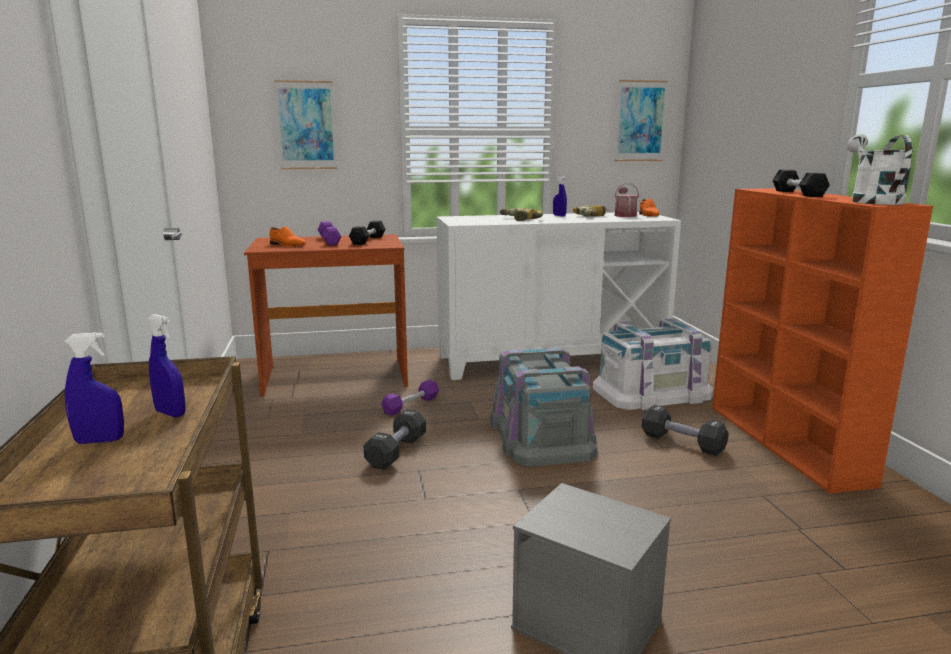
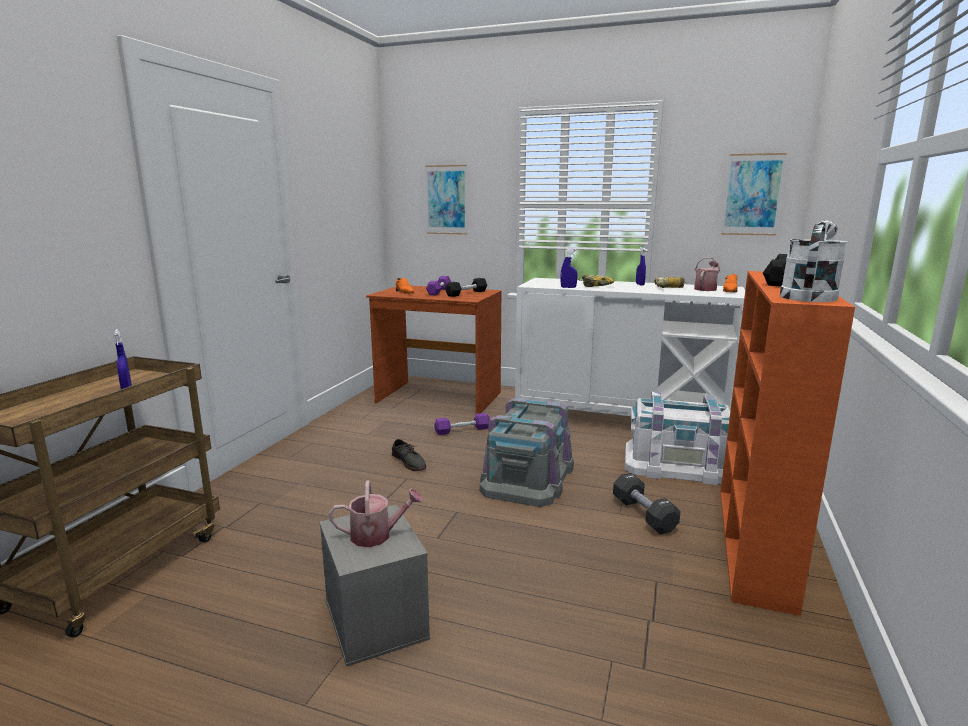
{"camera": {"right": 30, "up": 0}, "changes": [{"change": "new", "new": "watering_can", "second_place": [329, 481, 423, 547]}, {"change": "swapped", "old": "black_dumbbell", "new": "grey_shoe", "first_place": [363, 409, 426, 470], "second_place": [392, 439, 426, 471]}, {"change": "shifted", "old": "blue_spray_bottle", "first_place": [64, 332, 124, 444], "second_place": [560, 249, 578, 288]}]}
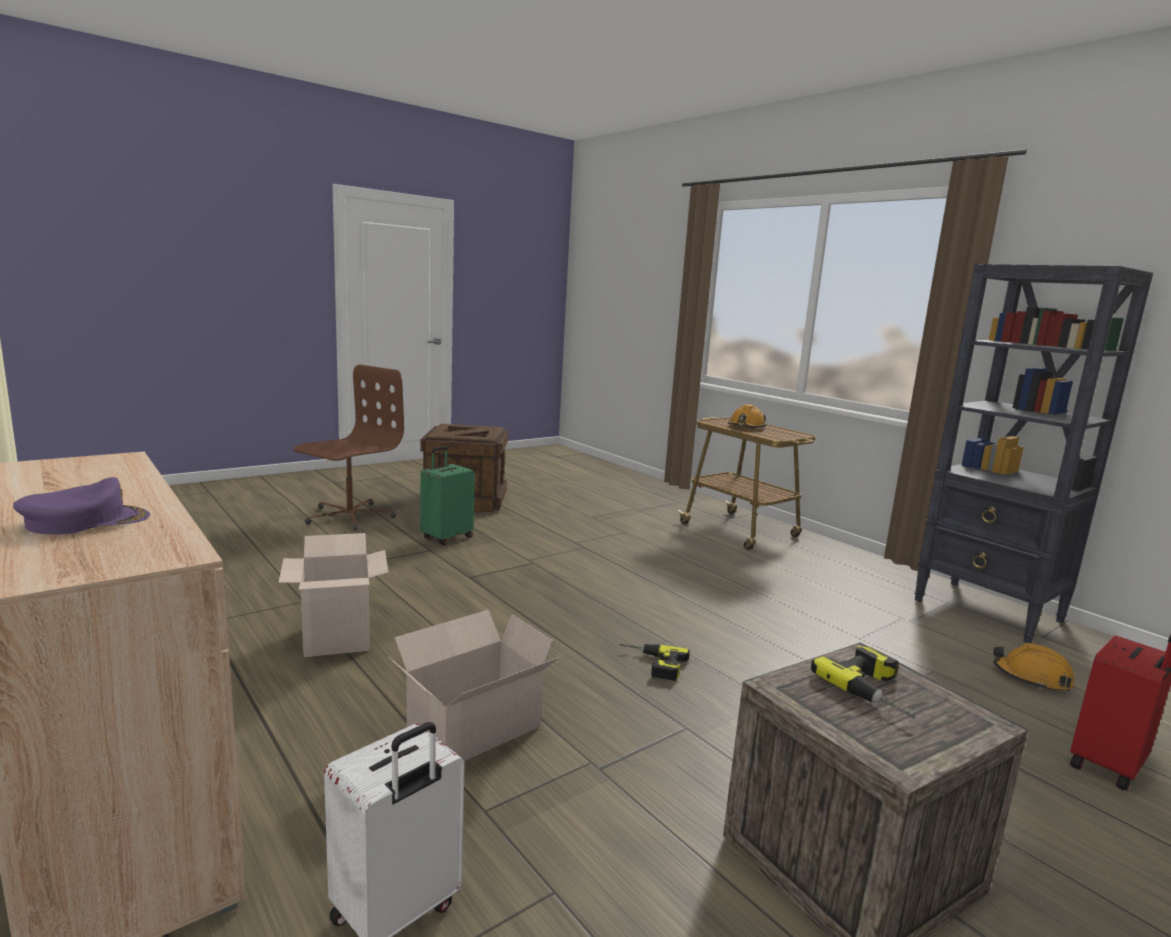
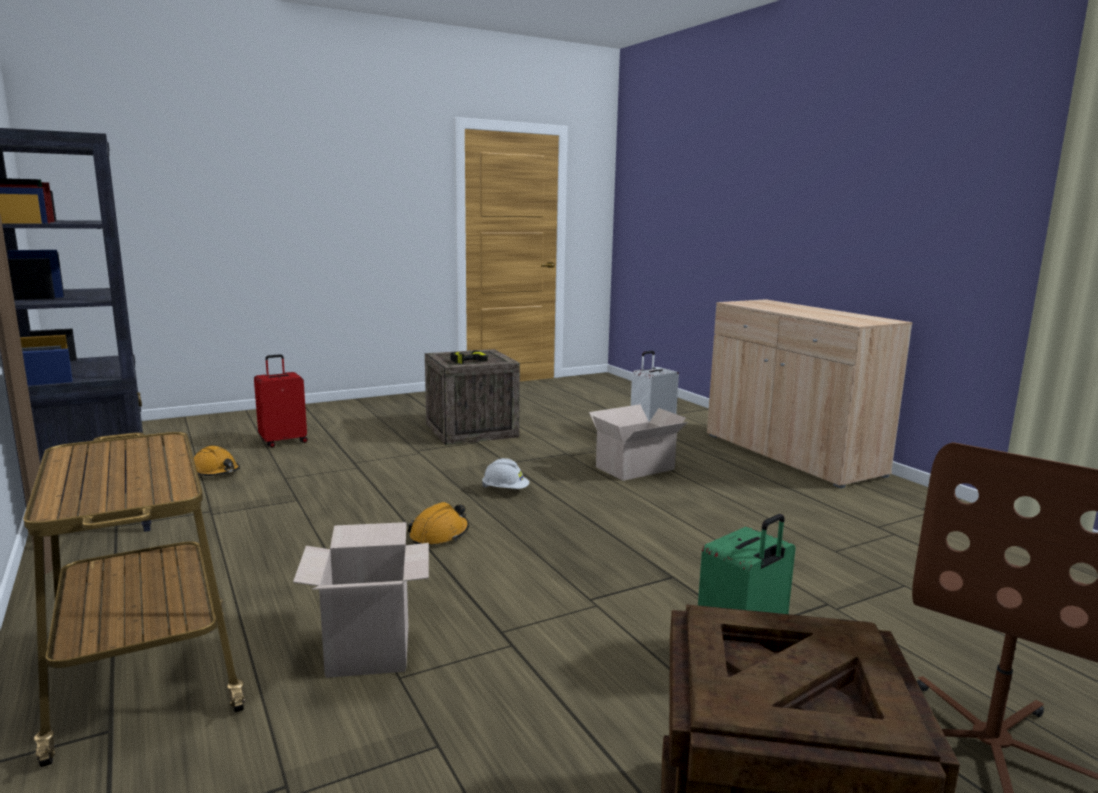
{"camera": {"right": -170, "up": 0}, "changes": [{"change": "shifted", "old": "cardboard_box", "first_place": [278, 533, 389, 657], "second_place": [293, 522, 429, 678]}, {"change": "shifted", "old": "orange_hard_hat", "first_place": [728, 404, 766, 428], "second_place": [408, 502, 469, 545]}, {"change": "swapped", "old": "power_drill", "new": "white_hard_hat", "first_place": [620, 644, 690, 681], "second_place": [482, 458, 529, 489]}, {"change": "gone", "old": "purple_cap", "first_place": [13, 477, 150, 535]}]}
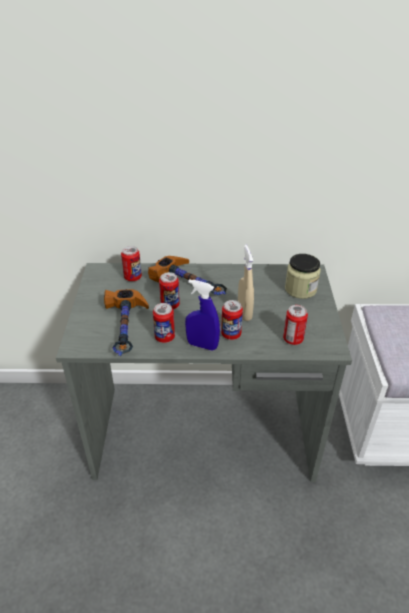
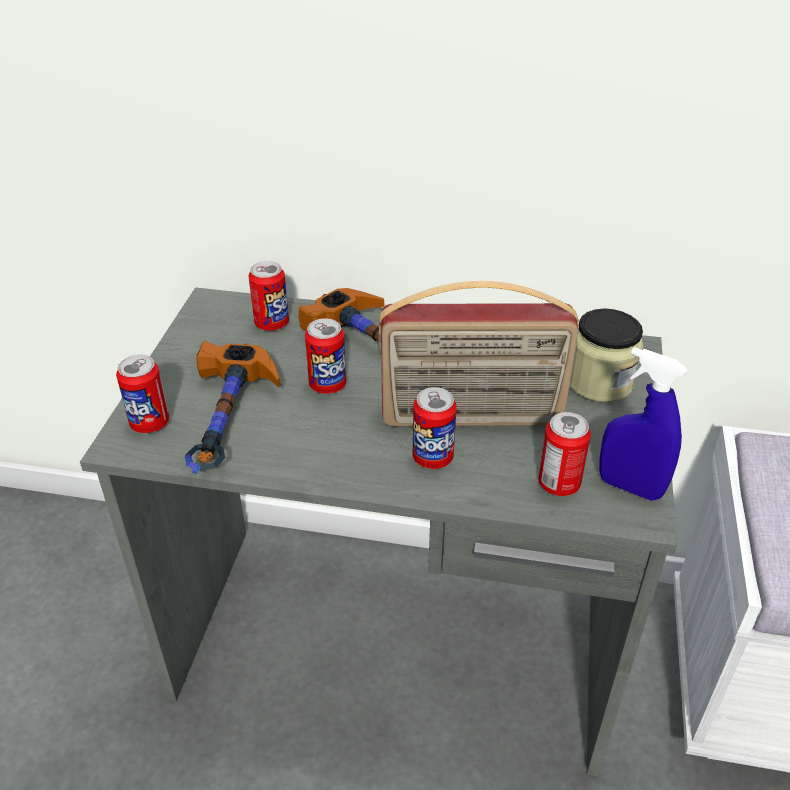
{"camera": {"right": 10, "up": 0}, "changes": [{"change": "shifted", "old": "can", "first_place": [153, 303, 175, 343], "second_place": [116, 354, 169, 433]}, {"change": "swapped", "old": "beige_spray_bottle", "new": "radio", "first_place": [238, 245, 254, 321], "second_place": [378, 281, 579, 426]}, {"change": "shifted", "old": "blue_spray_bottle", "first_place": [185, 279, 220, 351], "second_place": [599, 347, 687, 501]}]}
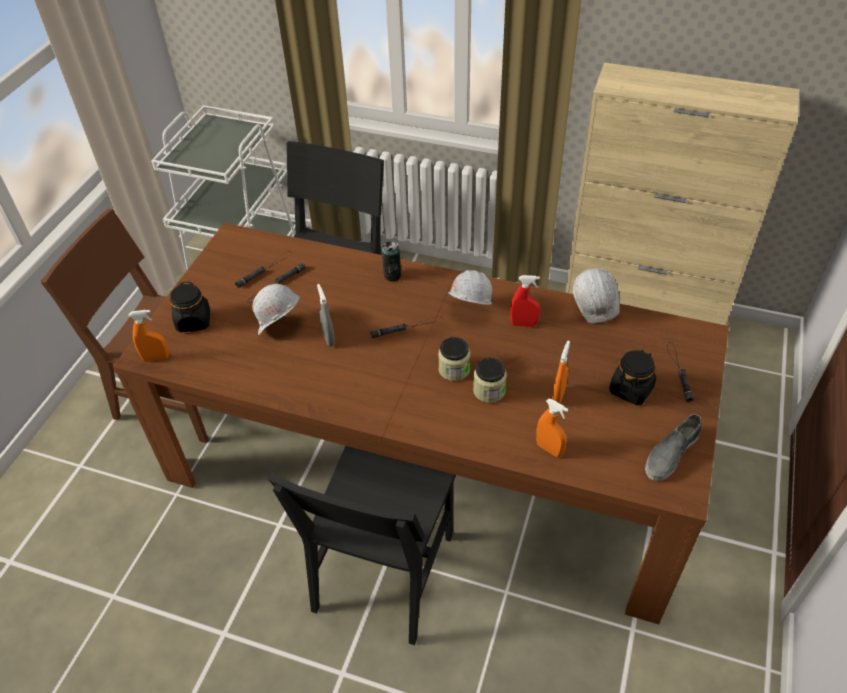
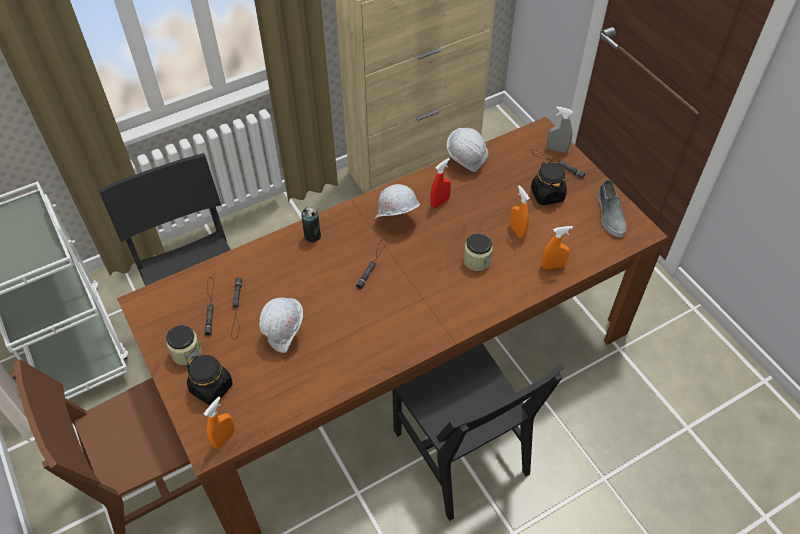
{"camera": {"right": -50, "up": 5}, "changes": [{"change": "shifted", "old": "jar", "first_place": [438, 337, 470, 381], "second_place": [166, 325, 202, 365]}, {"change": "shifted", "old": "grey_spray_bottle", "first_place": [317, 284, 336, 346], "second_place": [547, 107, 573, 153]}]}
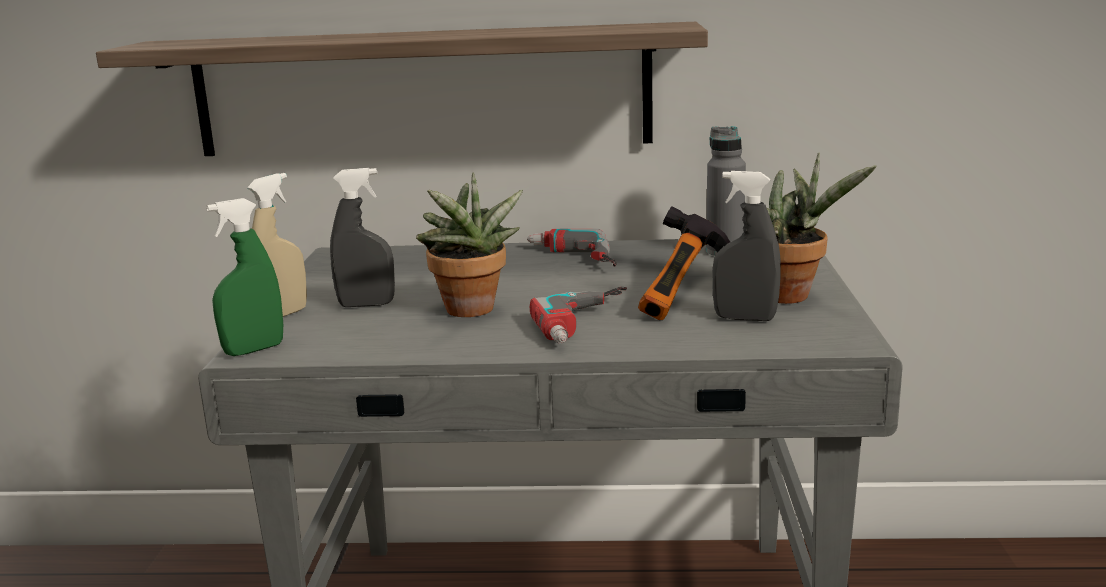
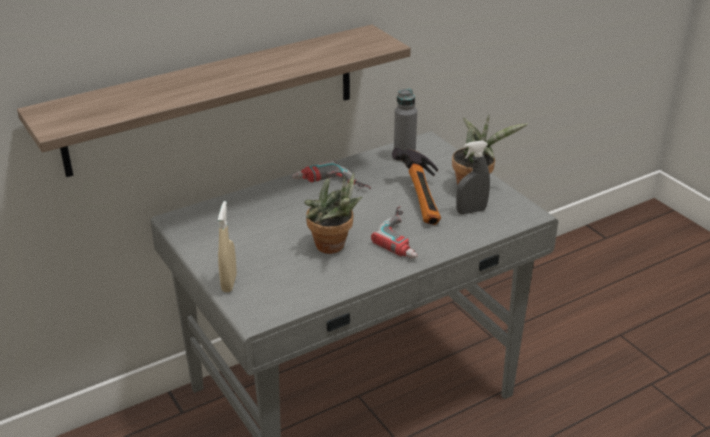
{"camera": {"right": -35, "up": 15}, "changes": [{"change": "gone", "old": "green_spray_bottle", "first_place": [206, 198, 283, 356]}, {"change": "gone", "old": "grey_spray_bottle", "first_place": [330, 168, 395, 307]}]}
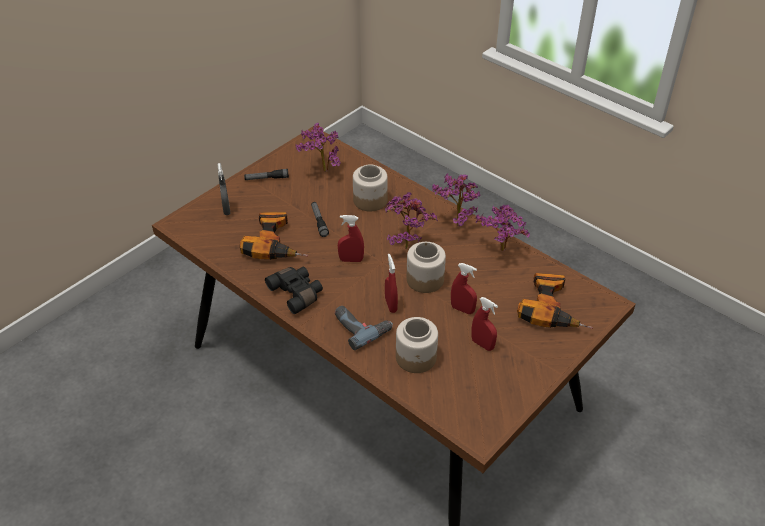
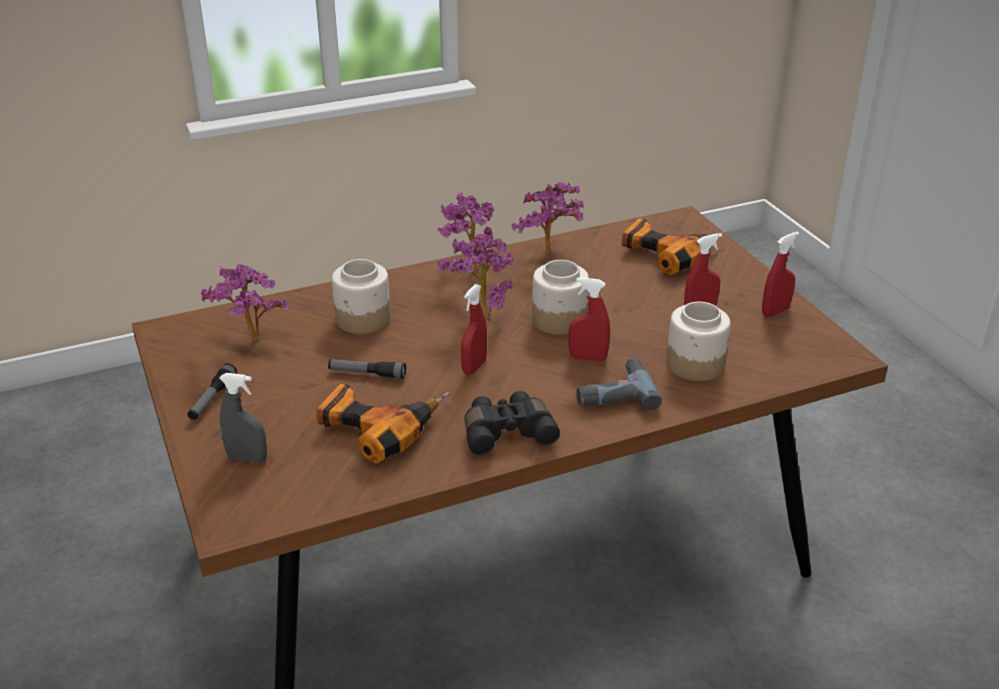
{"camera": {"right": -65, "up": -10}, "changes": [{"change": "shifted", "old": "red_spray_bottle", "first_place": [451, 263, 477, 314], "second_place": [762, 231, 799, 317]}]}
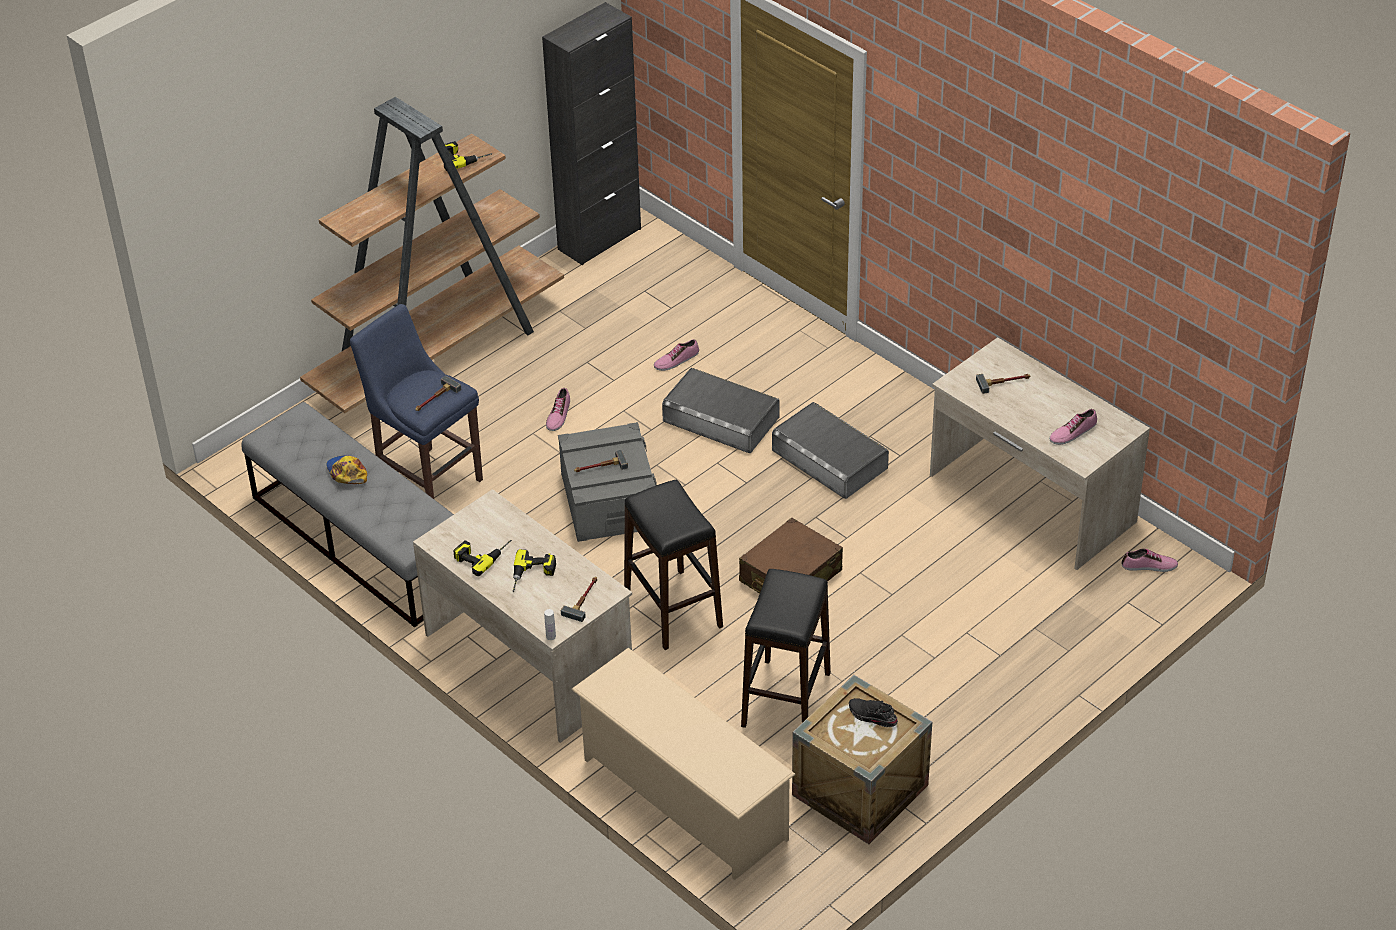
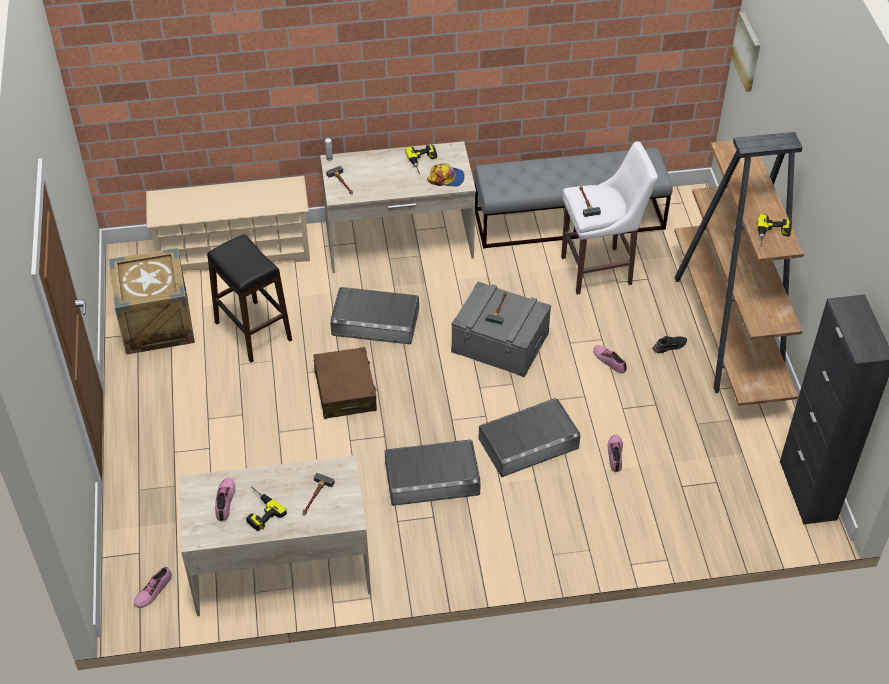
{"camera": {"right": 125, "up": 5}, "changes": [{"change": "shifted", "old": "power_drill", "first_place": [512, 549, 556, 592], "second_place": [246, 487, 287, 531]}, {"change": "swapped", "old": "black_stool", "new": "grey_storage_box", "first_place": [624, 480, 723, 650], "second_place": [330, 287, 419, 344]}, {"change": "shifted", "old": "cap", "first_place": [326, 456, 367, 484], "second_place": [427, 163, 465, 187]}, {"change": "repainted", "old": "blue_stool", "new": "white_stool", "first_place": [350, 304, 483, 499], "second_place": [561, 142, 658, 295]}, {"change": "shifted", "old": "black_shoe", "first_place": [849, 698, 898, 727], "second_place": [652, 336, 687, 354]}, {"change": "new", "new": "picture", "second_place": [731, 11, 760, 92]}]}
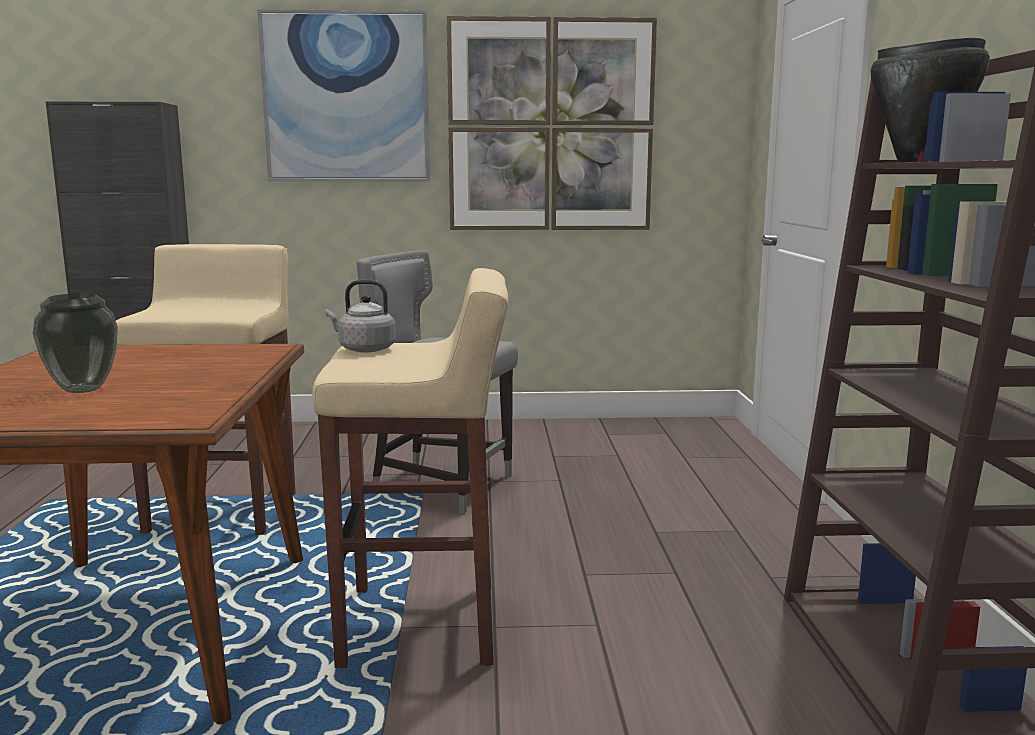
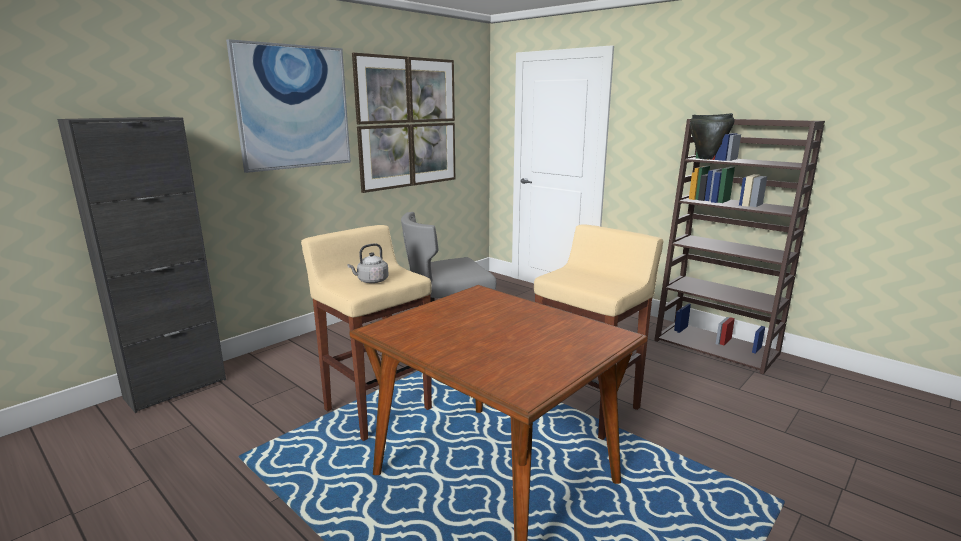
{"camera": {"right": -45, "up": 5}, "changes": [{"change": "shifted", "old": "grey_kettle", "first_place": [326, 280, 396, 352], "second_place": [348, 243, 389, 283]}, {"change": "gone", "old": "vase", "first_place": [33, 293, 118, 393]}]}
